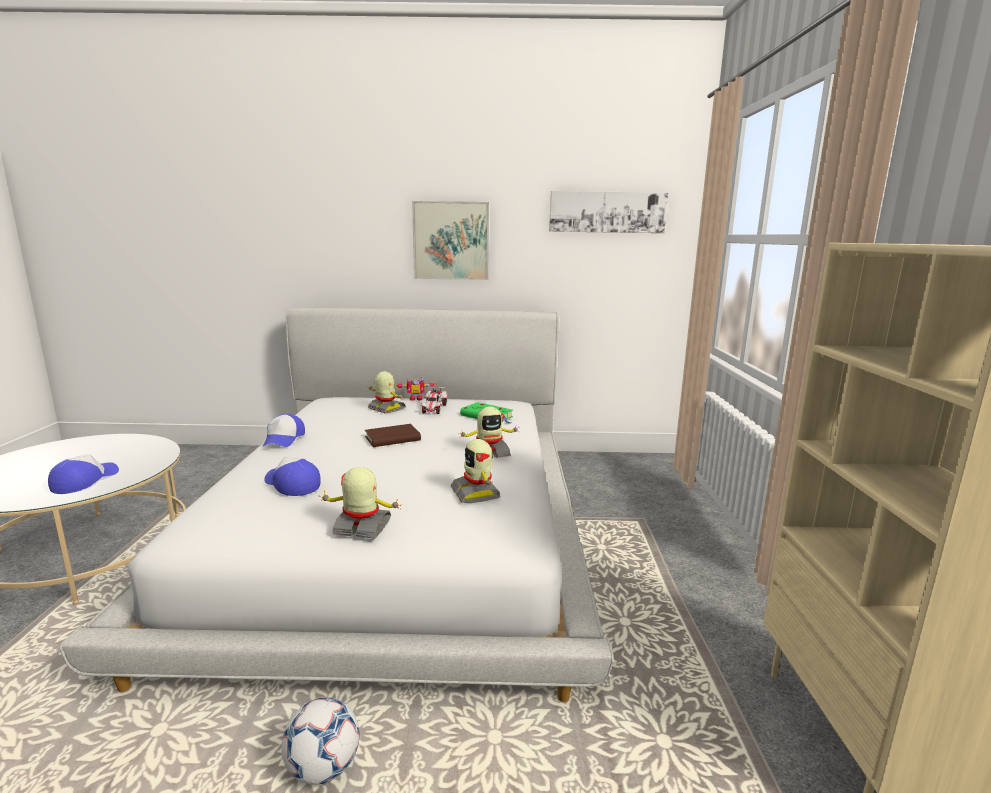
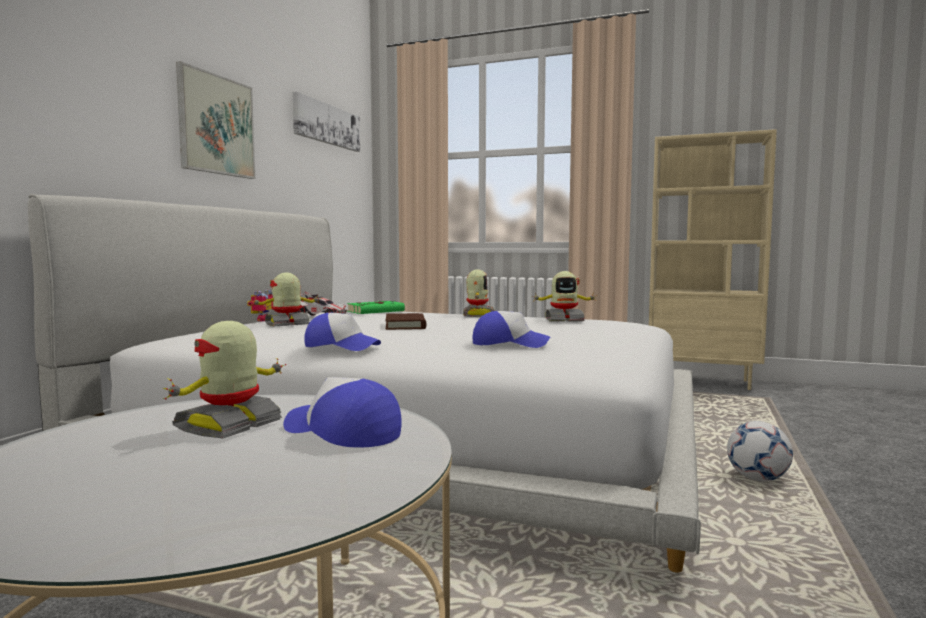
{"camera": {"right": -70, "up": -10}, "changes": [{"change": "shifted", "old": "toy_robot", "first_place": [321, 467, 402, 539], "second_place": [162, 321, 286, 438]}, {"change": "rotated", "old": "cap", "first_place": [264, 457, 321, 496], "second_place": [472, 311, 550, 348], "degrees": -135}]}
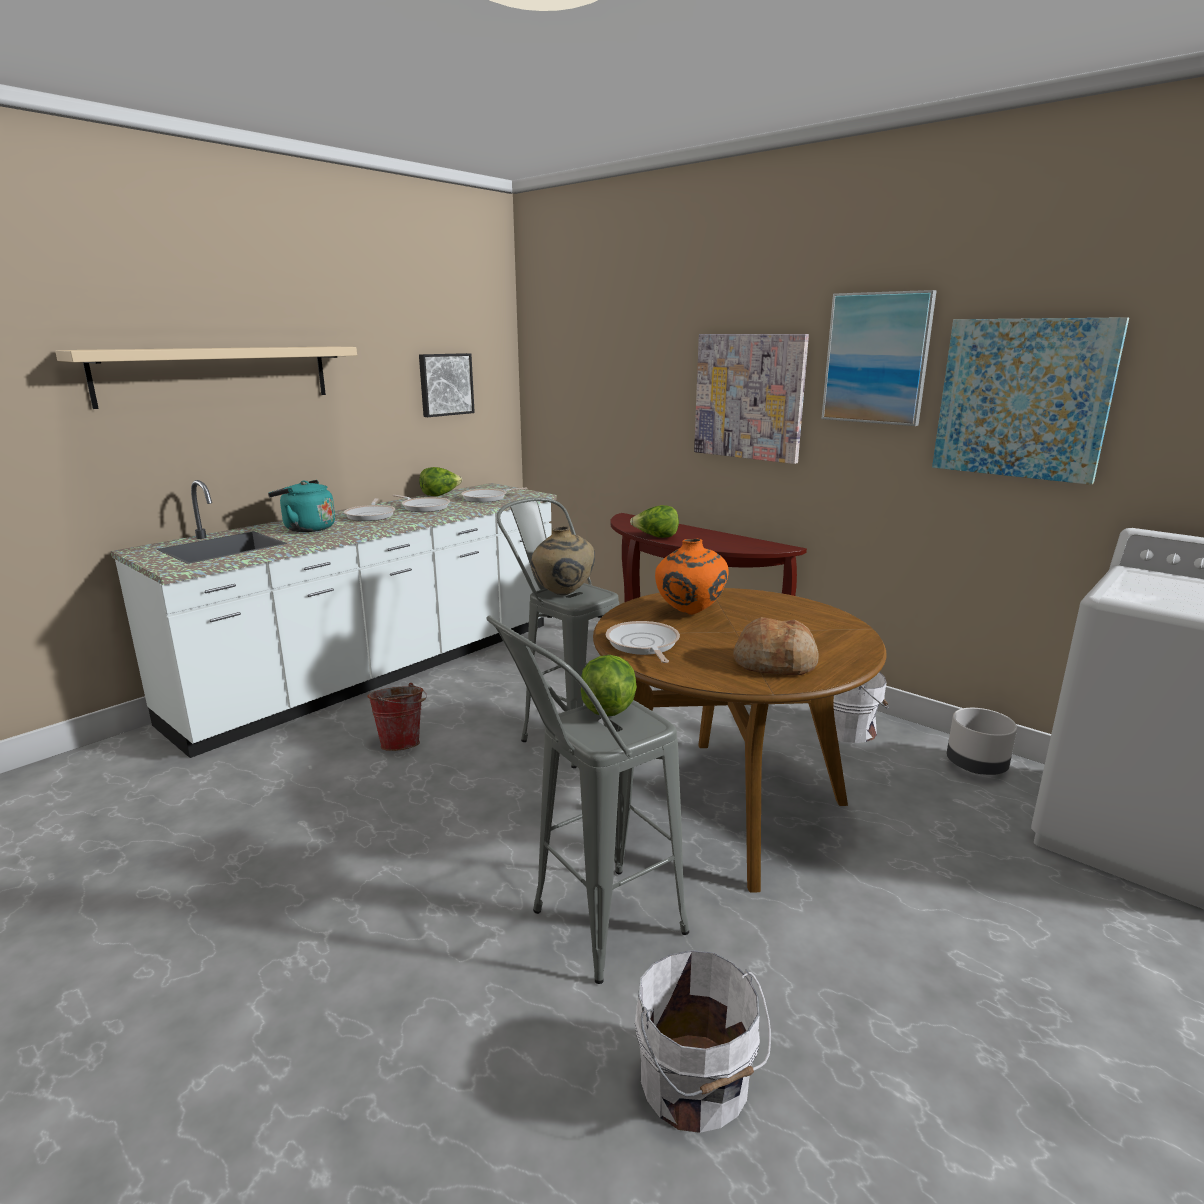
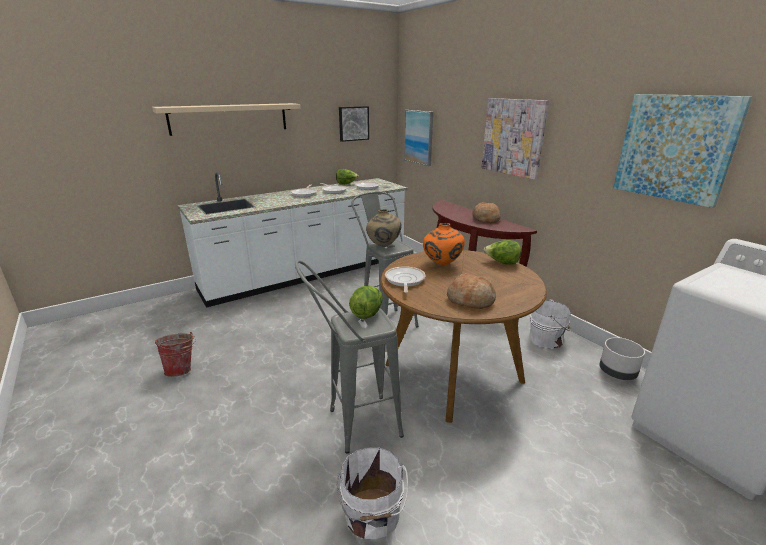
{"camera": {"right": 15, "up": 5}, "changes": [{"change": "shifted", "old": "bucket", "first_place": [367, 683, 427, 751], "second_place": [155, 332, 196, 377]}, {"change": "shifted", "old": "picture", "first_place": [822, 290, 937, 426], "second_place": [404, 110, 433, 166]}, {"change": "new", "new": "bread", "second_place": [472, 202, 500, 223]}, {"change": "shifted", "old": "lettuce", "first_place": [630, 505, 679, 538], "second_place": [483, 240, 521, 265]}, {"change": "gone", "old": "turquoise_kettle", "first_place": [268, 480, 335, 532]}]}
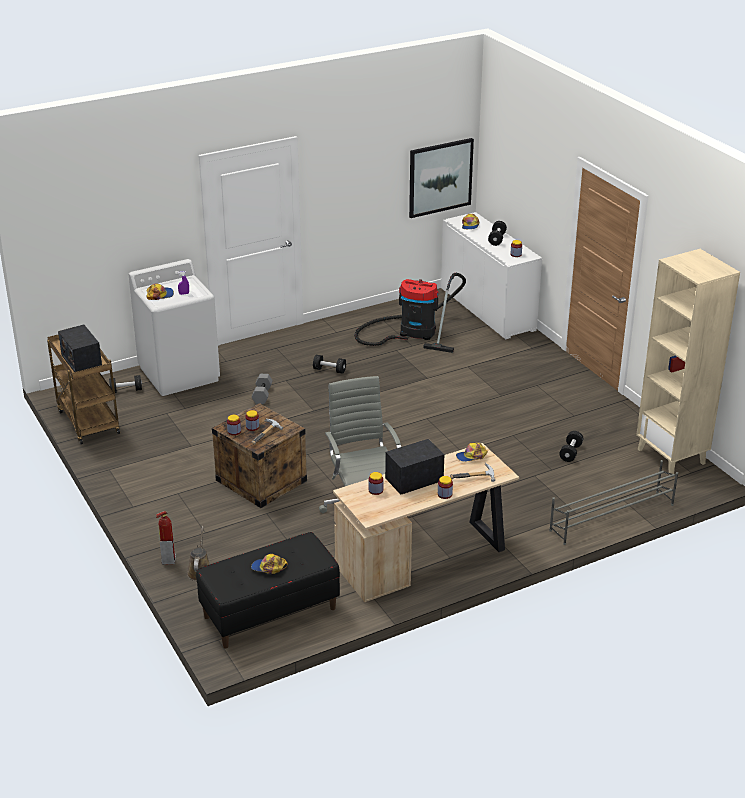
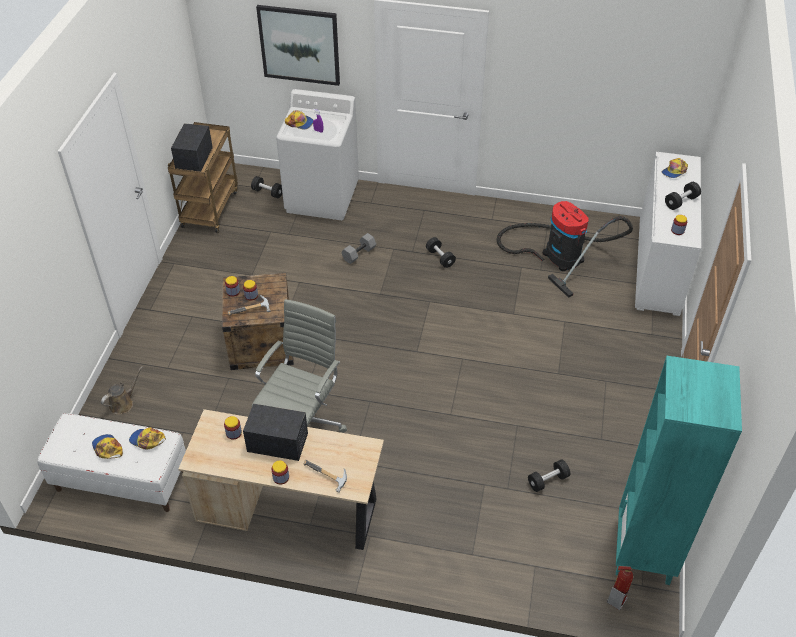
{"camera": {"right": 40, "up": 15}, "changes": [{"change": "repainted", "old": "black_bench", "new": "white_bench", "first_place": [196, 532, 340, 648], "second_place": [37, 413, 186, 512]}, {"change": "shifted", "old": "cap", "first_place": [456, 443, 488, 462], "second_place": [129, 427, 166, 449]}, {"change": "shifted", "old": "picture", "first_place": [409, 138, 474, 218], "second_place": [256, 5, 340, 86]}, {"change": "shifted", "old": "fire_extinguisher", "first_place": [156, 511, 176, 565], "second_place": [607, 566, 633, 610]}, {"change": "repainted", "old": "beige_bookcase", "new": "turquoise_bookcase", "first_place": [636, 249, 740, 474], "second_place": [616, 356, 742, 585]}, {"change": "gone", "old": "grey_shoe_rack", "first_place": [549, 460, 678, 545]}]}
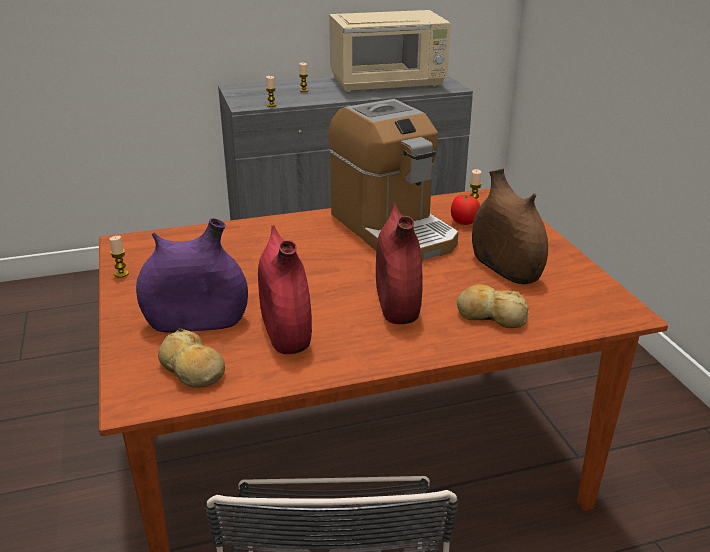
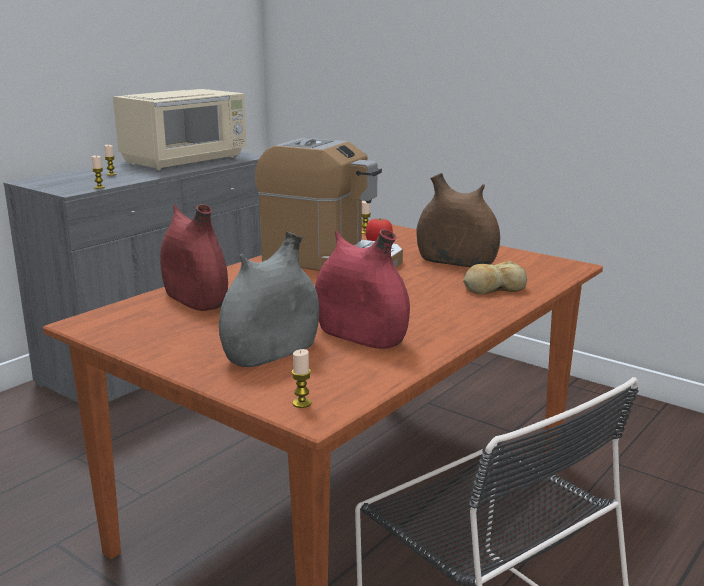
{"camera": {"right": -35, "up": -10}, "changes": [{"change": "shifted", "old": "red_vase", "first_place": [376, 203, 422, 324], "second_place": [160, 204, 228, 311]}, {"change": "repainted", "old": "purple_vase", "new": "grey_vase", "first_place": [136, 218, 248, 333], "second_place": [219, 232, 319, 367]}, {"change": "shifted", "old": "candle", "first_place": [109, 236, 129, 278], "second_place": [291, 349, 311, 408]}, {"change": "gone", "old": "bread", "first_place": [158, 329, 225, 388]}]}
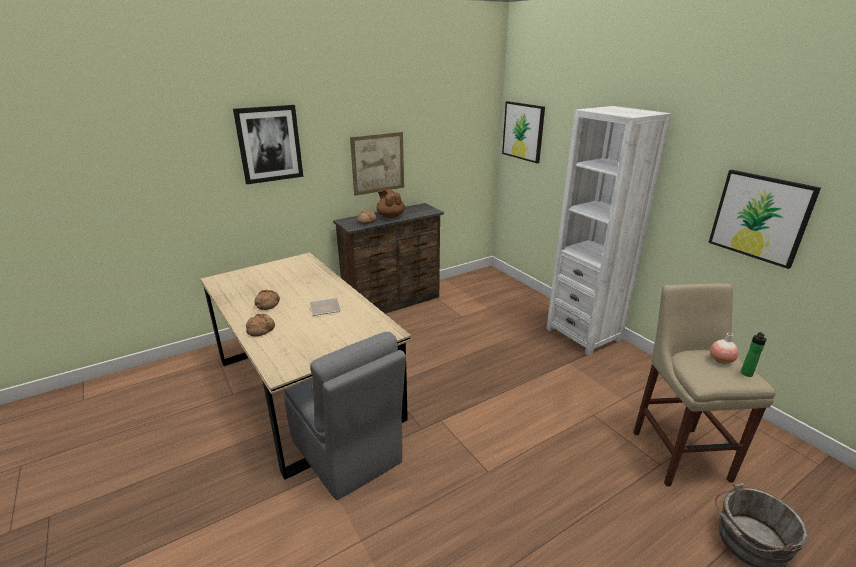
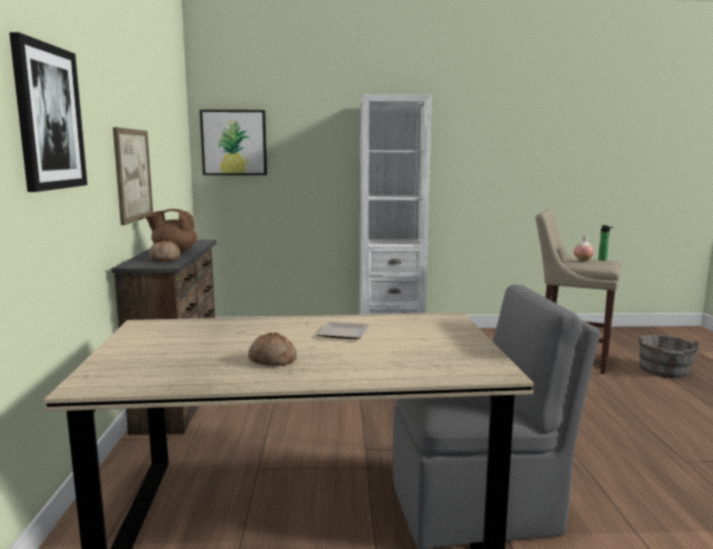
{"camera": {"right": -60, "up": -15}, "changes": [{"change": "gone", "old": "bread", "first_place": [246, 314, 275, 337]}, {"change": "gone", "old": "picture", "first_place": [708, 170, 821, 269]}]}
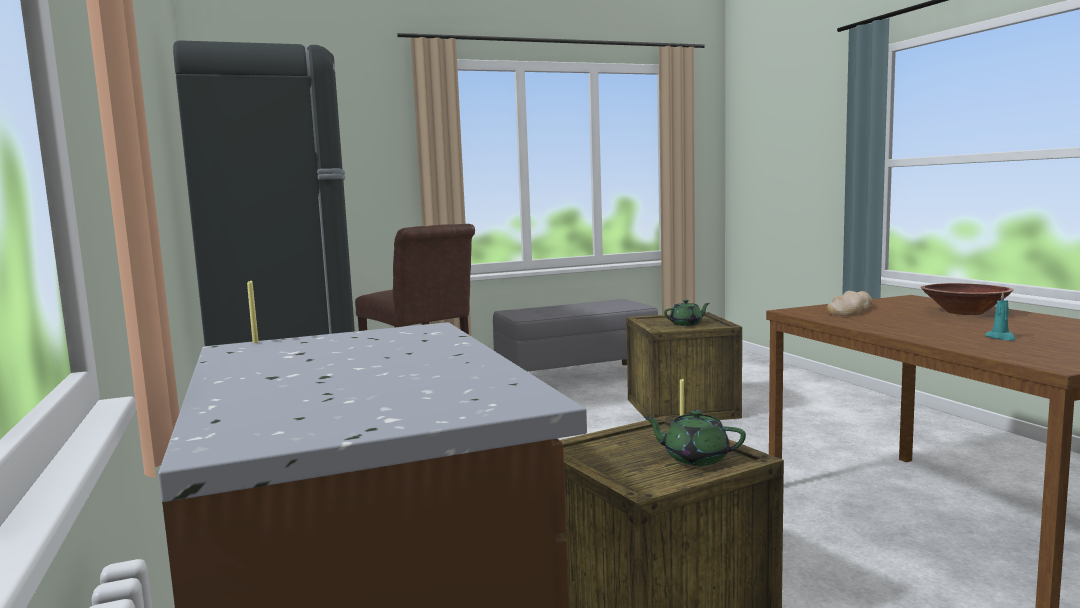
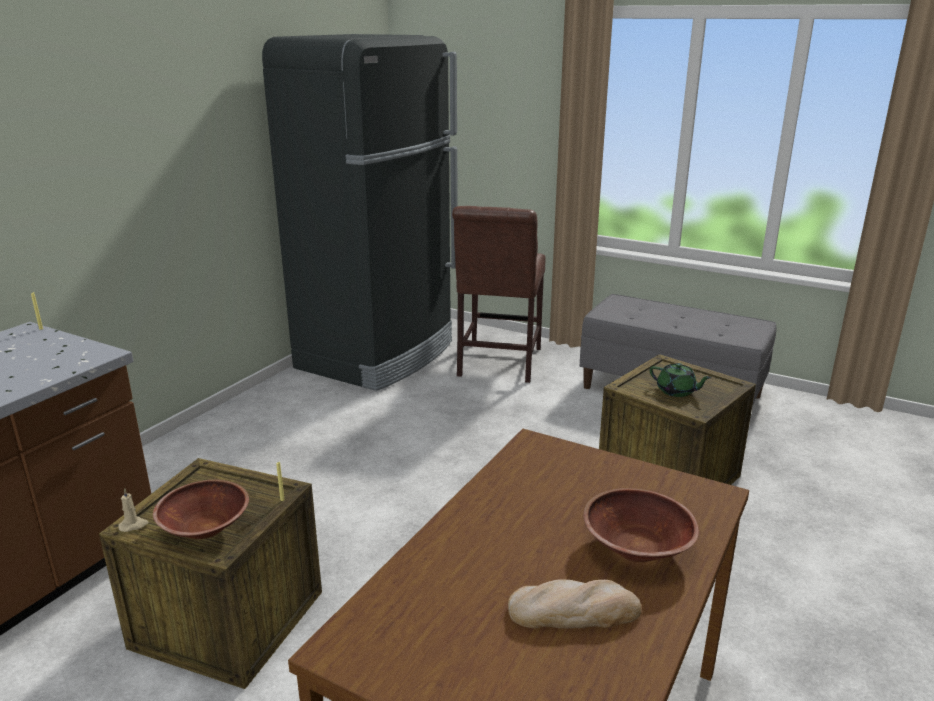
{"camera": {"right": 50, "up": 15}, "changes": [{"change": "new", "new": "beige_candle", "second_place": [118, 488, 148, 532]}, {"change": "swapped", "old": "green_teapot", "new": "brown_bowl", "first_place": [644, 410, 746, 466], "second_place": [153, 479, 249, 539]}, {"change": "shifted", "old": "bread", "first_place": [827, 291, 872, 316], "second_place": [508, 580, 641, 629]}, {"change": "gone", "old": "turquoise_candle", "first_place": [985, 291, 1015, 341]}]}
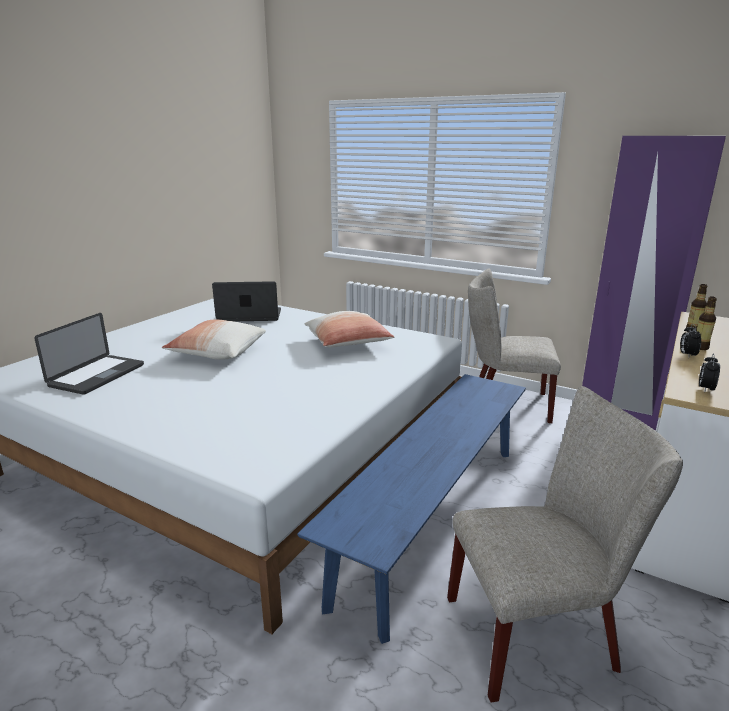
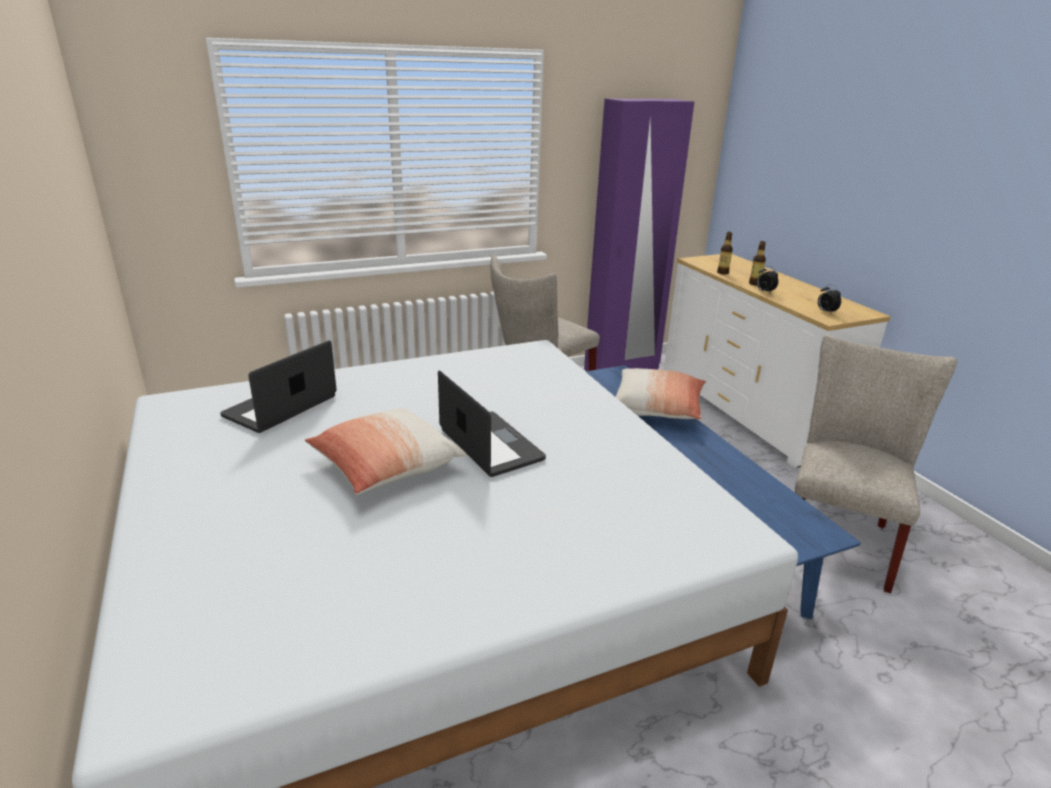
{"camera": {"right": -55, "up": 5}, "changes": [{"change": "shifted", "old": "laptop", "first_place": [34, 313, 144, 395], "second_place": [438, 370, 546, 477]}, {"change": "shifted", "old": "pillow", "first_place": [304, 311, 394, 347], "second_place": [615, 368, 706, 420]}]}
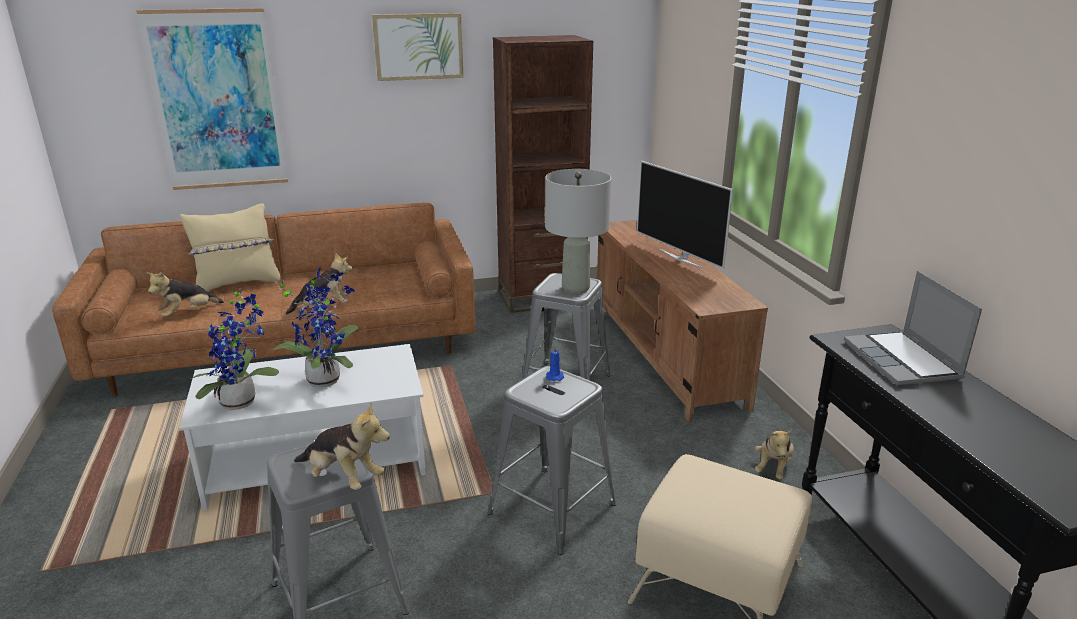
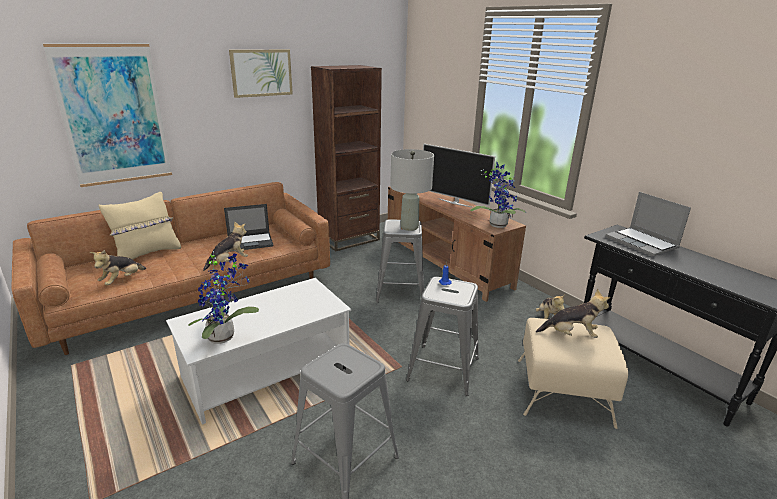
{"camera": {"right": -20, "up": 0}, "changes": [{"change": "new", "new": "laptop", "second_place": [224, 204, 274, 252]}, {"change": "shifted", "old": "potted_plant", "first_place": [273, 268, 359, 387], "second_place": [470, 162, 526, 228]}, {"change": "shifted", "old": "plush_toy", "first_place": [294, 402, 390, 490], "second_place": [536, 289, 610, 338]}]}
